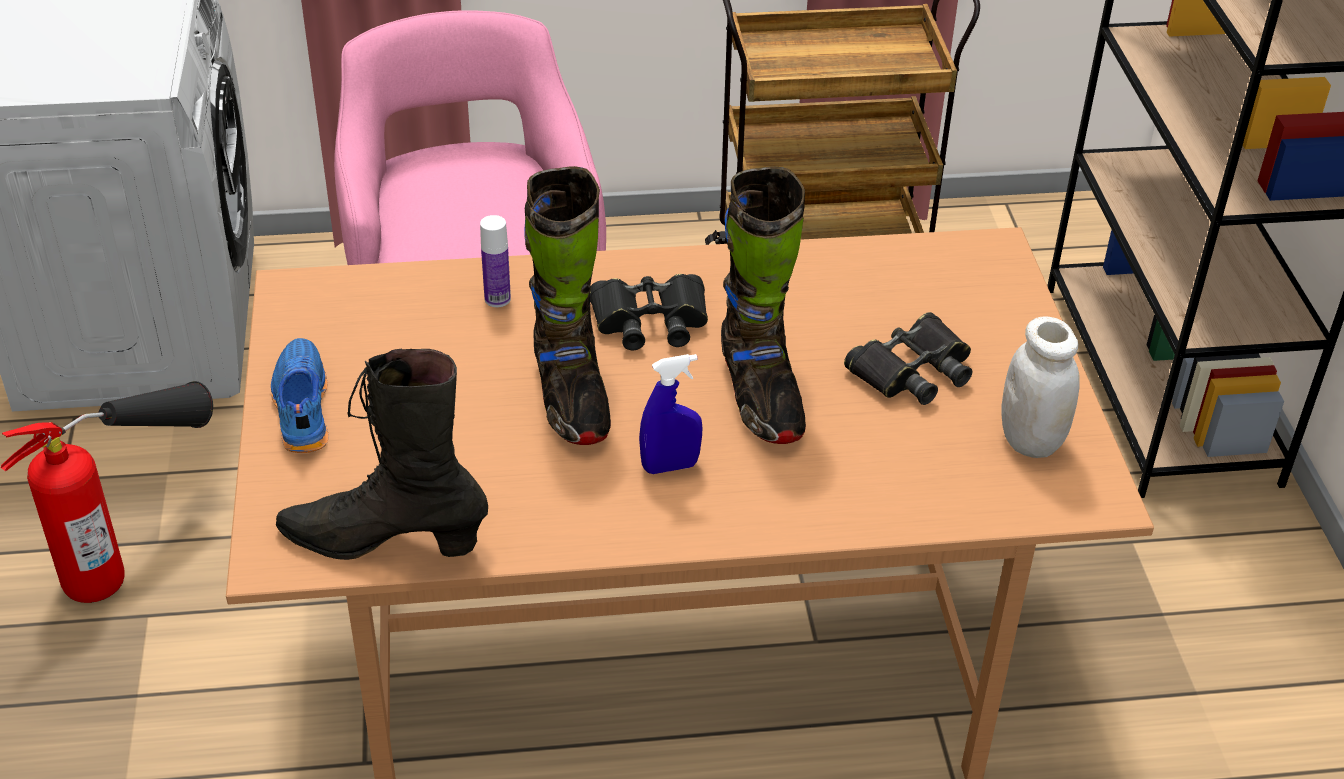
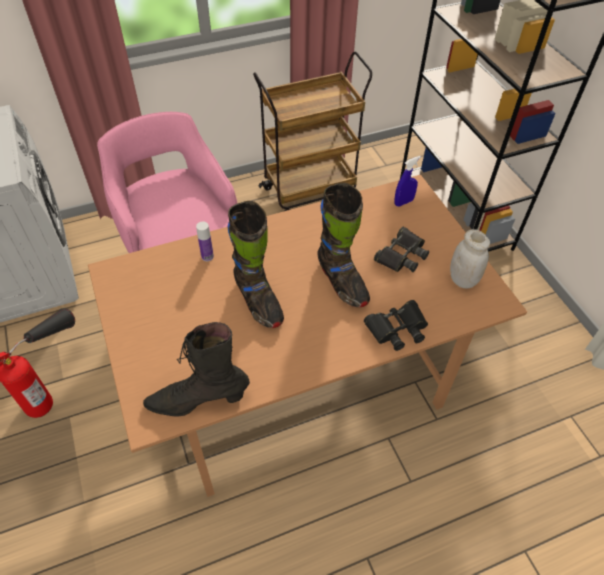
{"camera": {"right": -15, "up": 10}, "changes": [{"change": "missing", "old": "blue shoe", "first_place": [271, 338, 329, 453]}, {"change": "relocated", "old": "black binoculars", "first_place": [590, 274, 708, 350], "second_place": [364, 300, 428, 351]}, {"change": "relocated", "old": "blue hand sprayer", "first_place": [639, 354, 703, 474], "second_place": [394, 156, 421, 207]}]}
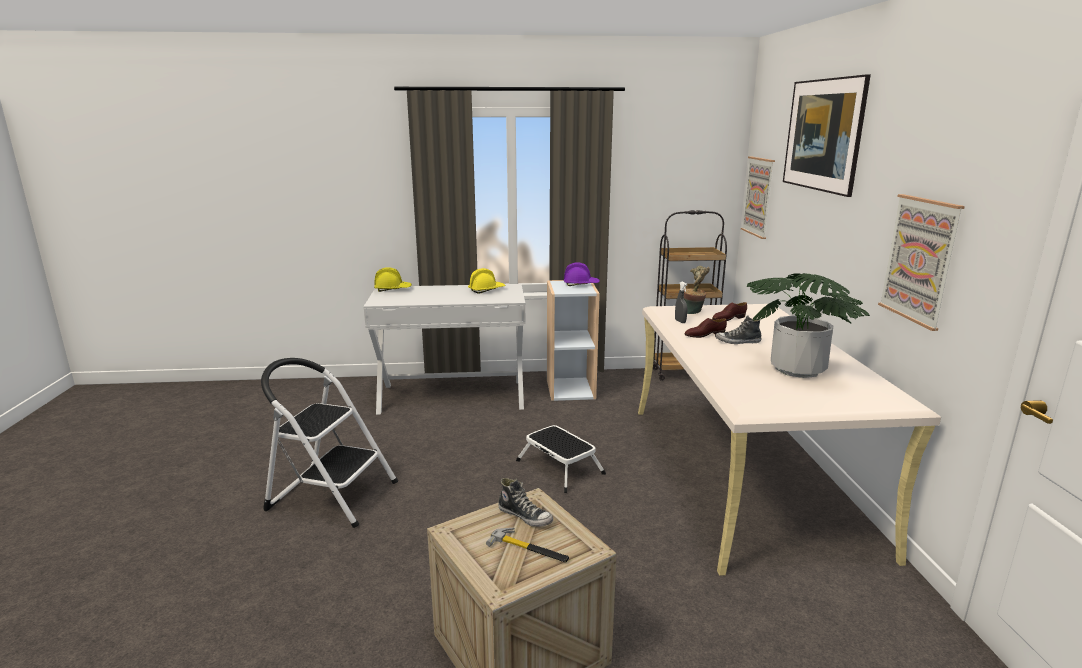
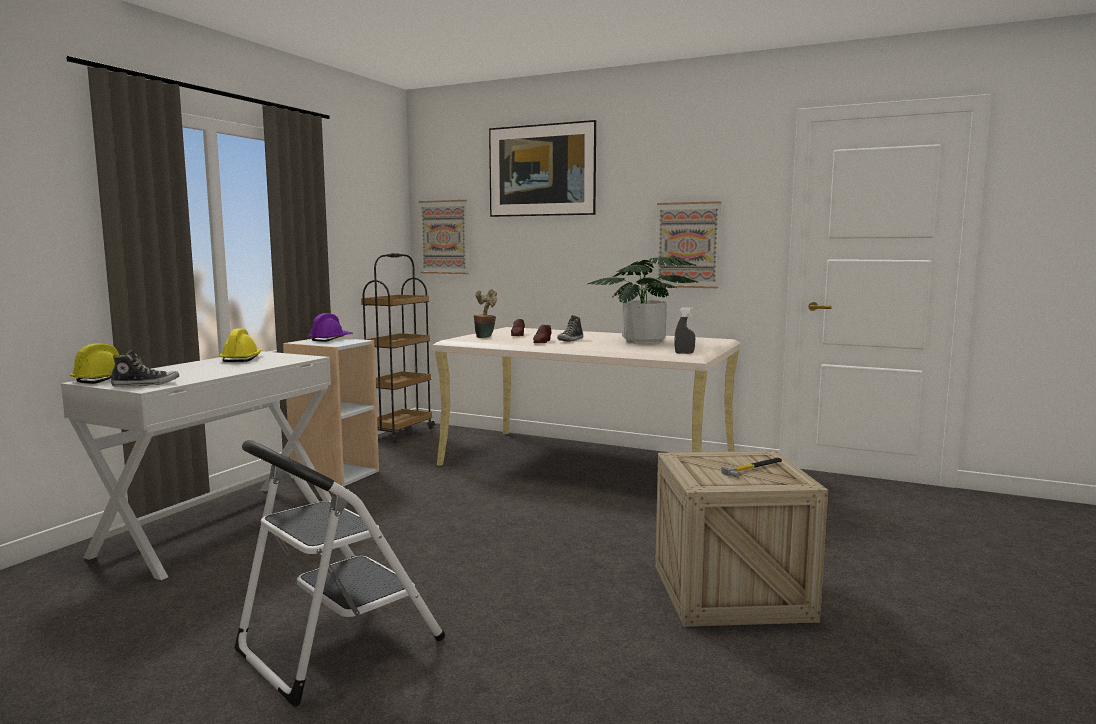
{"camera": {"right": -60, "up": -10}, "changes": [{"change": "relocated", "old": "shoe", "first_place": [498, 478, 553, 527], "second_place": [111, 350, 179, 387]}, {"change": "missing", "old": "black step stool", "first_place": [516, 425, 606, 493]}, {"change": "relocated", "old": "greyish hand sprayer", "first_place": [675, 282, 688, 323], "second_place": [675, 307, 695, 354]}]}
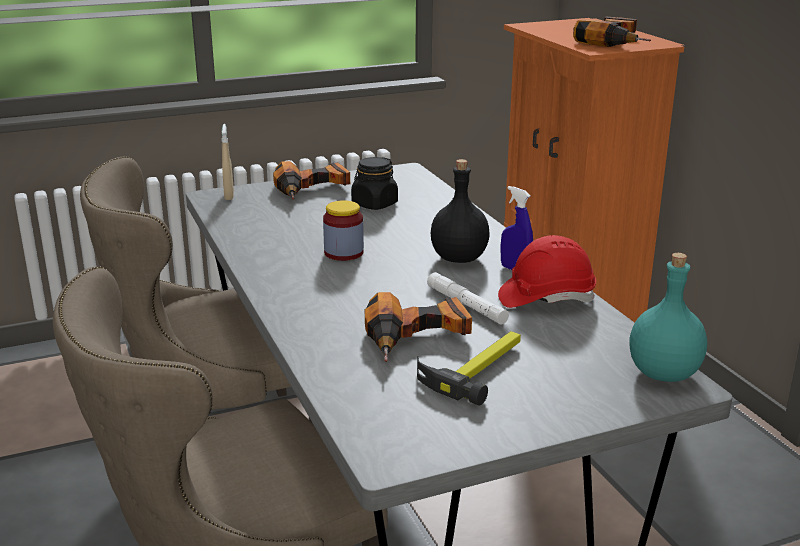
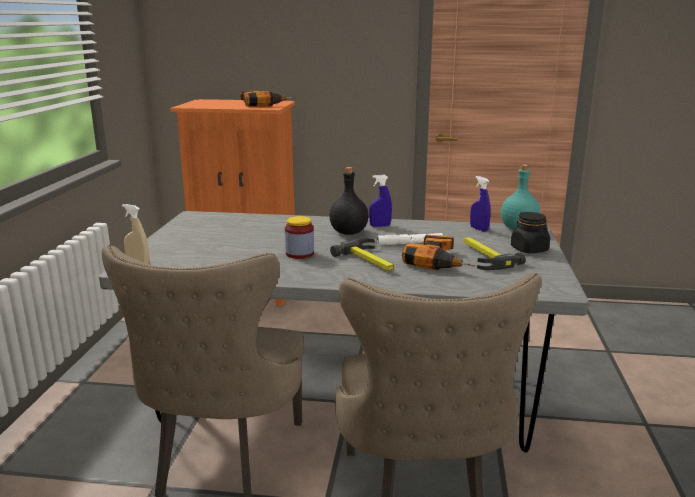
{"camera": {"right": -60, "up": -5}, "changes": [{"change": "missing", "old": "electric drill", "first_place": [273, 161, 350, 199]}, {"change": "relocated", "old": "black storage jar", "first_place": [351, 157, 398, 210], "second_place": [511, 212, 550, 253]}, {"change": "missing", "old": "red hard hat", "first_place": [498, 235, 596, 308]}, {"change": "appeared", "new": "hand hammer", "second_place": [330, 238, 394, 271]}, {"change": "appeared", "new": "blue hand sprayer", "second_place": [470, 176, 491, 232]}]}
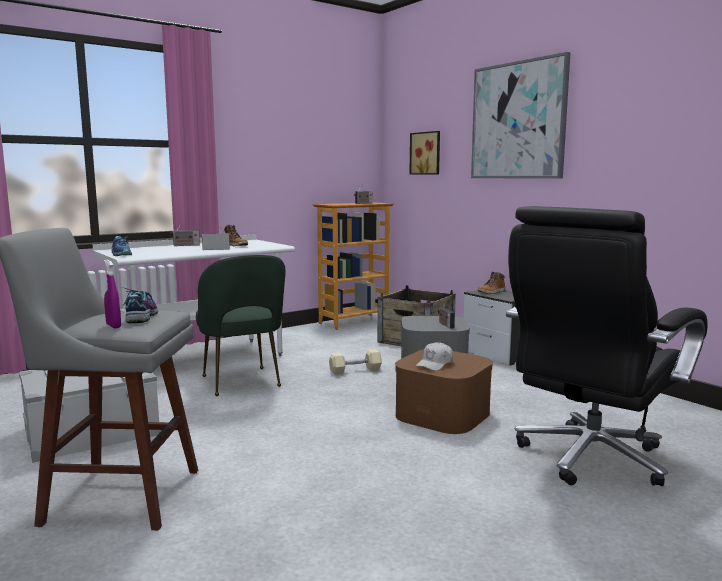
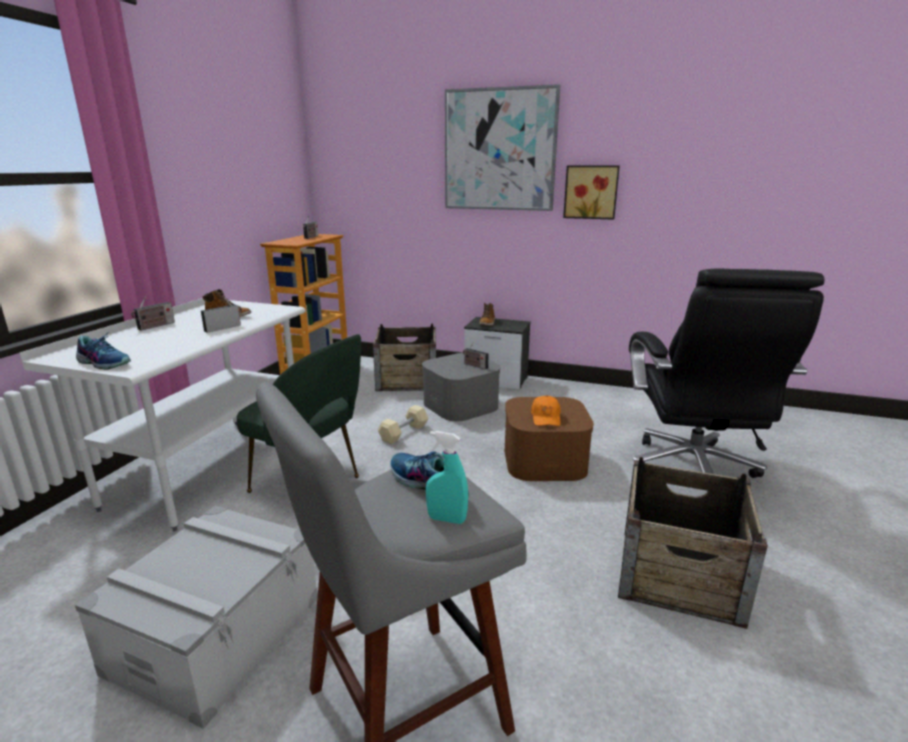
{"camera": {"right": -35, "up": 10}, "changes": [{"change": "colour", "old": "purplish hand sprayer", "new": "turquoise hand sprayer", "first_place": [104, 260, 121, 328], "second_place": [426, 431, 468, 524]}, {"change": "relocated", "old": "picture", "first_place": [409, 131, 440, 175], "second_place": [563, 166, 620, 220]}, {"change": "colour", "old": "white-coloured peaked cap", "new": "orangey peaked cap", "first_place": [416, 342, 453, 371], "second_place": [531, 395, 561, 426]}, {"change": "appeared", "new": "crate", "second_place": [618, 457, 768, 629]}]}
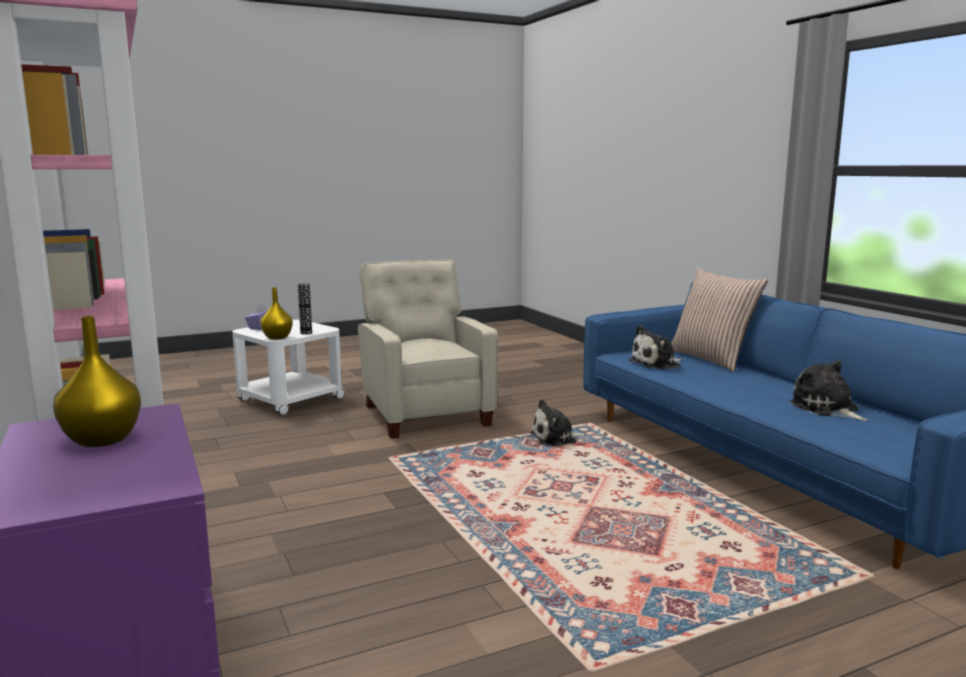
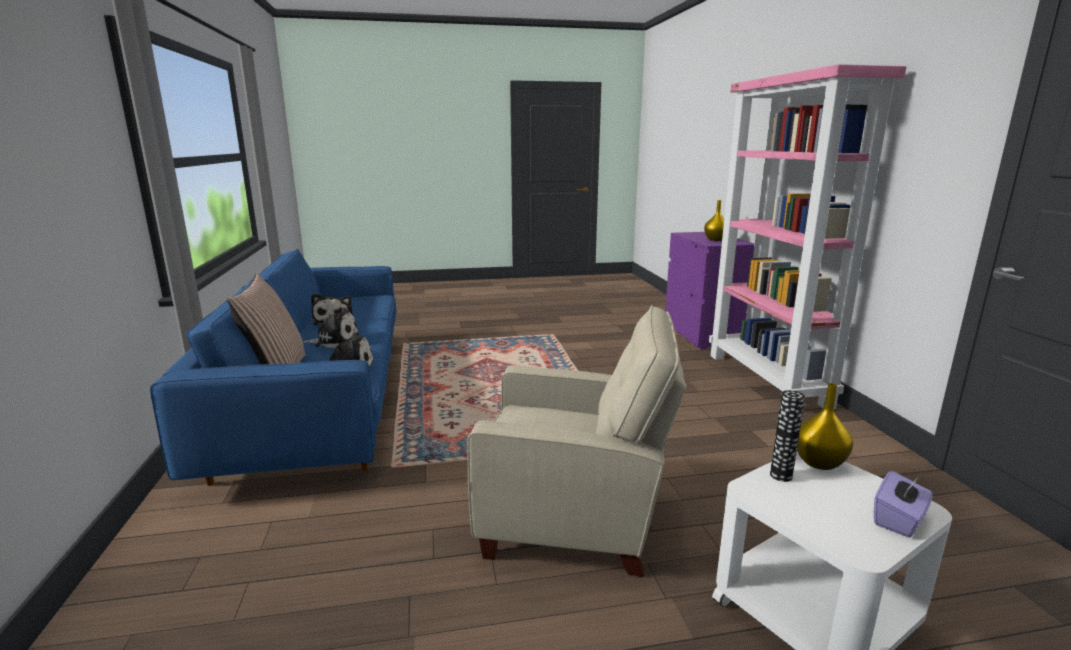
{"camera": {"right": -165, "up": 5}, "changes": [{"change": "spun", "old": "beige-coloured easy chair", "first_place": [358, 259, 498, 439], "second_place": [467, 305, 687, 577], "degrees": -75}, {"change": "relocated", "old": "cuddly toy", "first_place": [530, 399, 585, 447], "second_place": [303, 308, 359, 348]}]}
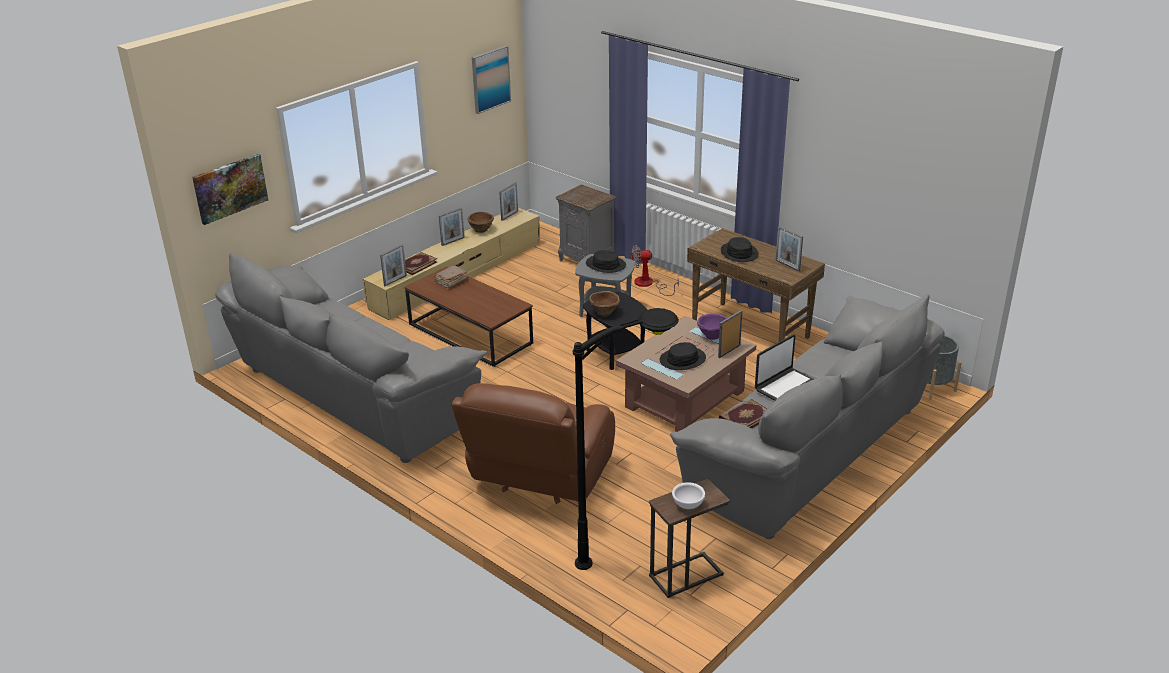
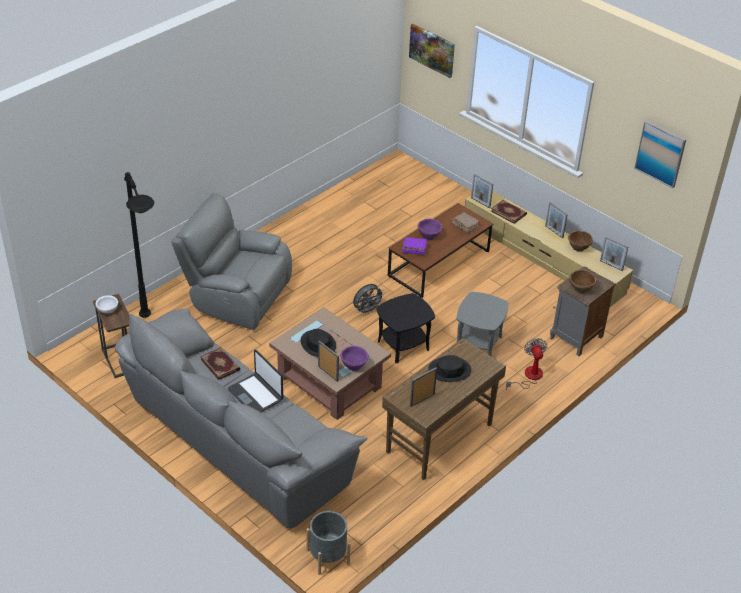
{"camera": {"right": 90, "up": 10}, "changes": [{"change": "missing", "old": "greyish sofa", "first_place": [215, 253, 487, 463]}, {"change": "colour", "old": "brown easy chair", "new": "greyish easy chair", "first_place": [452, 383, 615, 504], "second_place": [171, 193, 292, 330]}, {"change": "missing", "old": "black wearable hat", "first_place": [586, 250, 626, 273]}, {"change": "relocated", "old": "brown serving bowl", "first_place": [589, 291, 620, 317], "second_place": [569, 270, 597, 293]}, {"change": "appeared", "new": "greyish fan", "second_place": [353, 284, 385, 315]}, {"change": "appeared", "new": "purplish volume", "second_place": [402, 237, 427, 255]}, {"change": "appeared", "new": "purplish serving bowl", "second_place": [417, 218, 442, 240]}]}
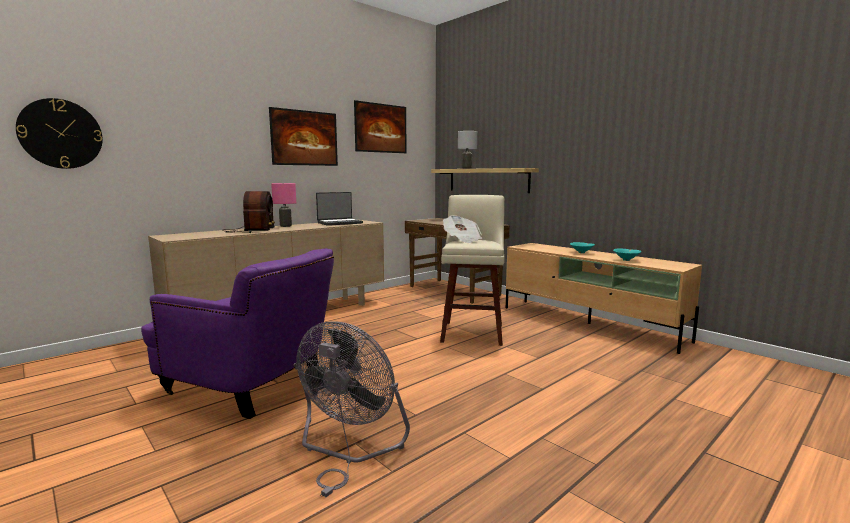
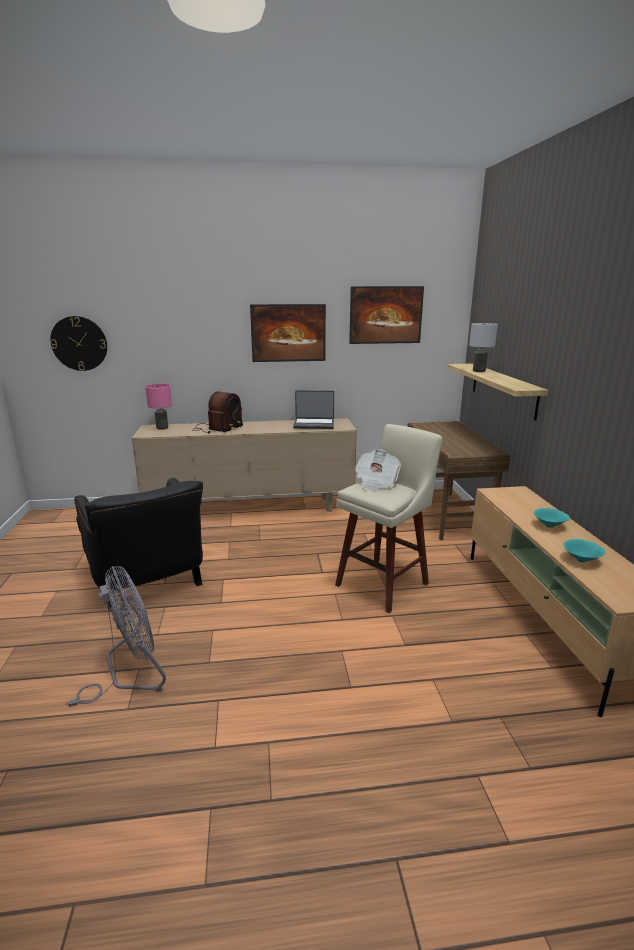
{"camera": {"right": 35, "up": 10}, "changes": [{"change": "colour", "old": "purplish easy chair", "new": "black easy chair", "first_place": [141, 249, 334, 419], "second_place": [74, 478, 203, 608]}, {"change": "relocated", "old": "pink lamp for a table", "first_place": [271, 182, 296, 227], "second_place": [145, 384, 172, 430]}]}
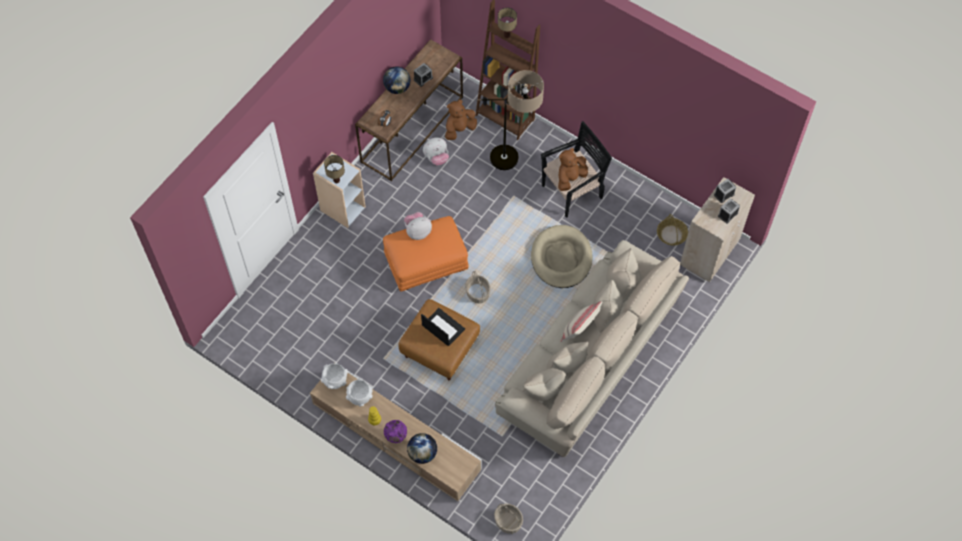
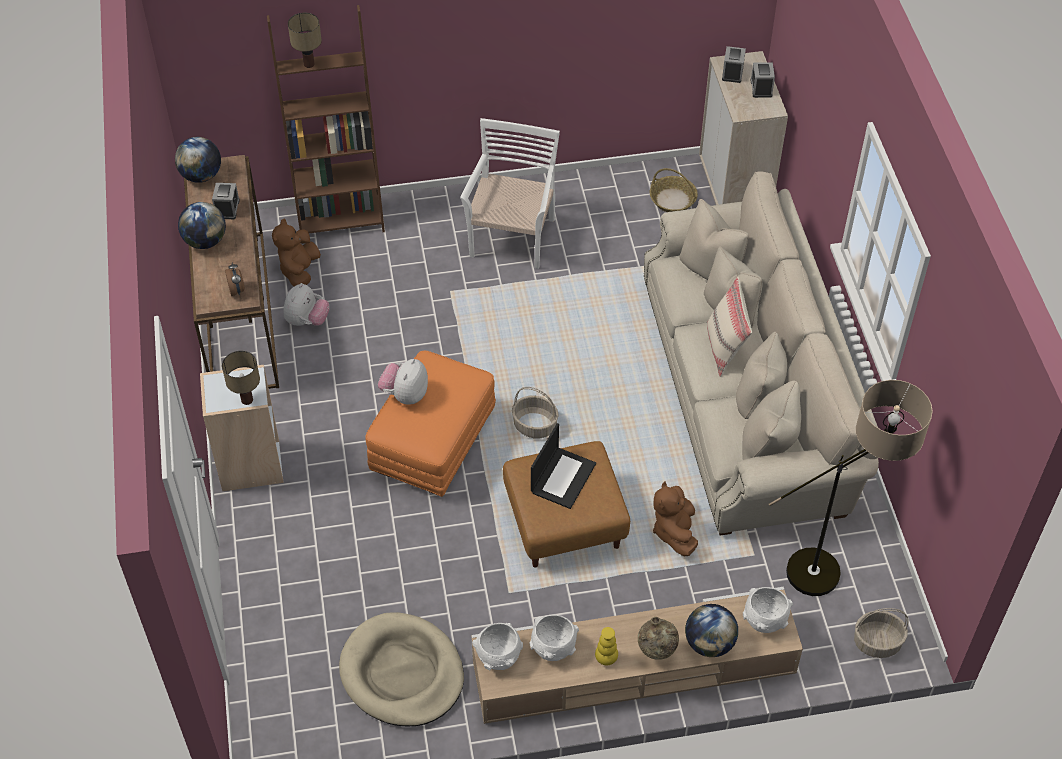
{"camera": {"right": -45, "up": -10}, "changes": [{"change": "colour", "old": "purplish flower vase", "new": "beige-coloured flower vase", "first_place": [384, 420, 407, 443], "second_place": [638, 617, 679, 660]}, {"change": "spun", "old": "portable computer", "first_place": [421, 308, 465, 346], "second_place": [531, 423, 596, 509], "degrees": 120}, {"change": "relocated", "old": "standing lamp", "first_place": [477, 70, 544, 170], "second_place": [769, 380, 933, 596]}, {"change": "relocated", "old": "beige-coloured dog bed", "first_place": [531, 225, 592, 288], "second_place": [339, 612, 464, 727]}, {"change": "colour", "old": "black easy chair", "new": "white-coloured easy chair", "first_place": [541, 121, 612, 218], "second_place": [461, 118, 560, 269]}, {"change": "relocated", "old": "brown cuddly toy", "first_place": [558, 148, 588, 191], "second_place": [653, 481, 698, 556]}, {"change": "appeared", "new": "desk globe", "second_place": [175, 137, 221, 183]}, {"change": "appeared", "new": "white-coloured serving bowl", "second_place": [743, 587, 793, 633]}]}
